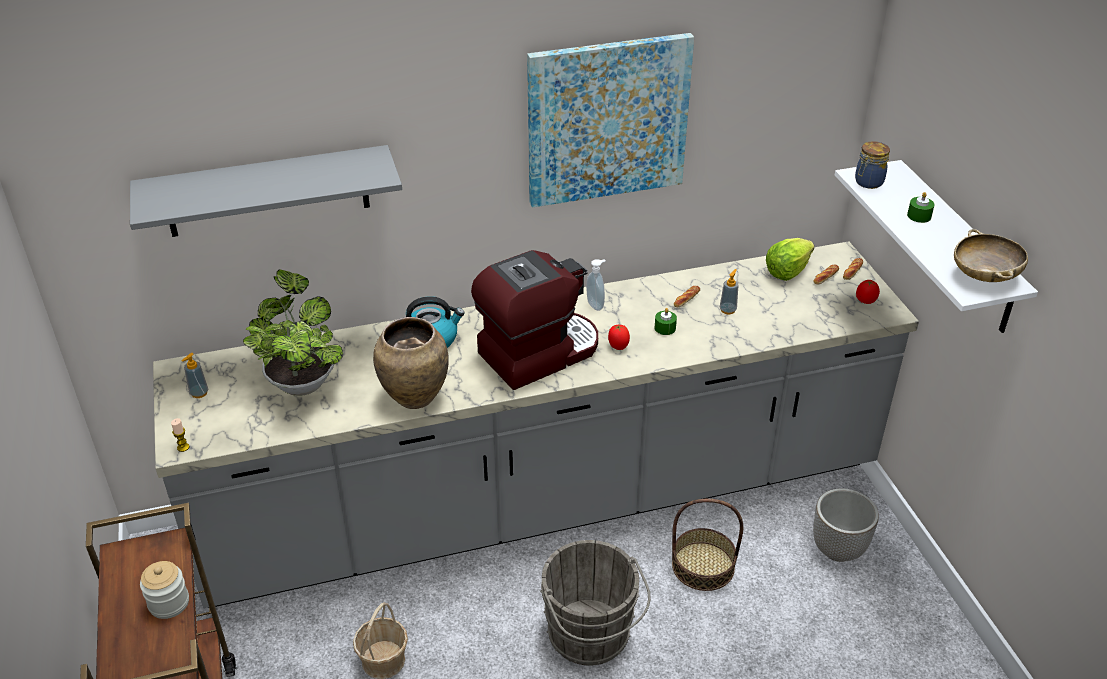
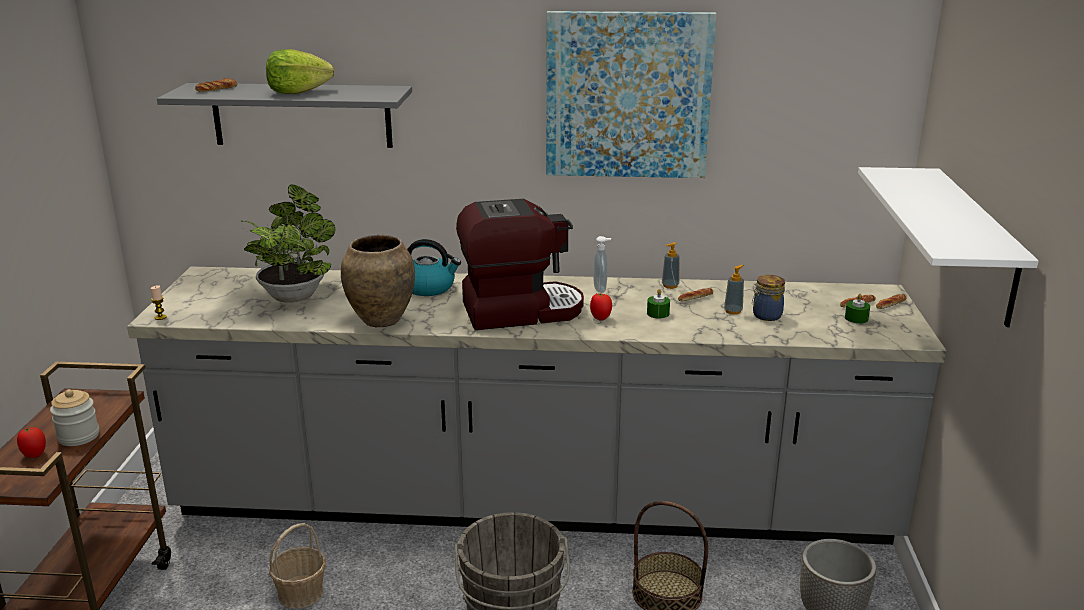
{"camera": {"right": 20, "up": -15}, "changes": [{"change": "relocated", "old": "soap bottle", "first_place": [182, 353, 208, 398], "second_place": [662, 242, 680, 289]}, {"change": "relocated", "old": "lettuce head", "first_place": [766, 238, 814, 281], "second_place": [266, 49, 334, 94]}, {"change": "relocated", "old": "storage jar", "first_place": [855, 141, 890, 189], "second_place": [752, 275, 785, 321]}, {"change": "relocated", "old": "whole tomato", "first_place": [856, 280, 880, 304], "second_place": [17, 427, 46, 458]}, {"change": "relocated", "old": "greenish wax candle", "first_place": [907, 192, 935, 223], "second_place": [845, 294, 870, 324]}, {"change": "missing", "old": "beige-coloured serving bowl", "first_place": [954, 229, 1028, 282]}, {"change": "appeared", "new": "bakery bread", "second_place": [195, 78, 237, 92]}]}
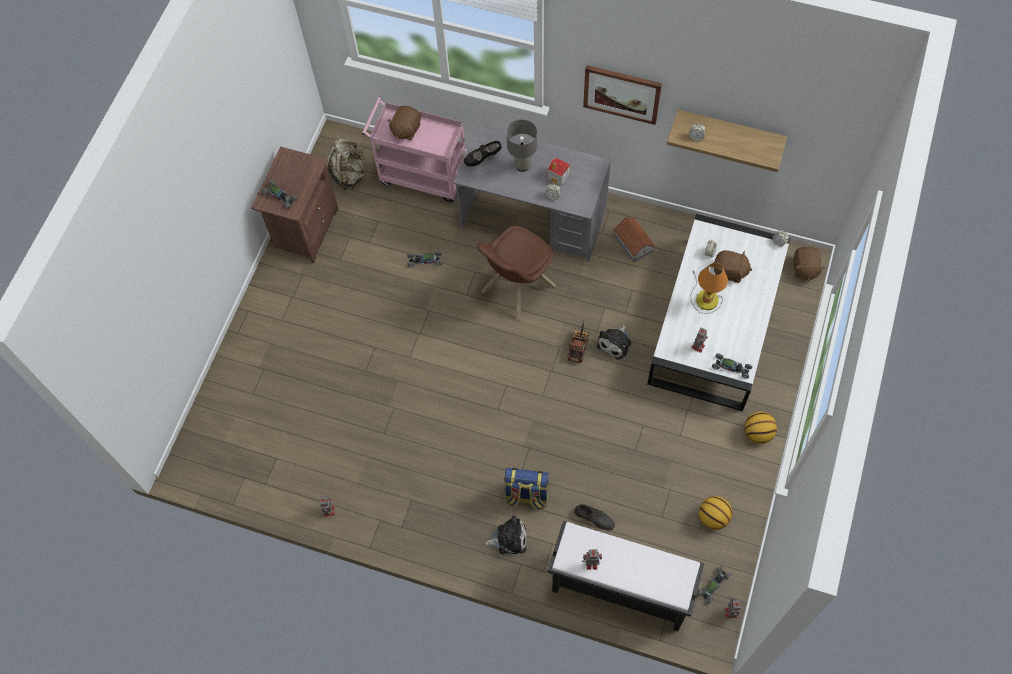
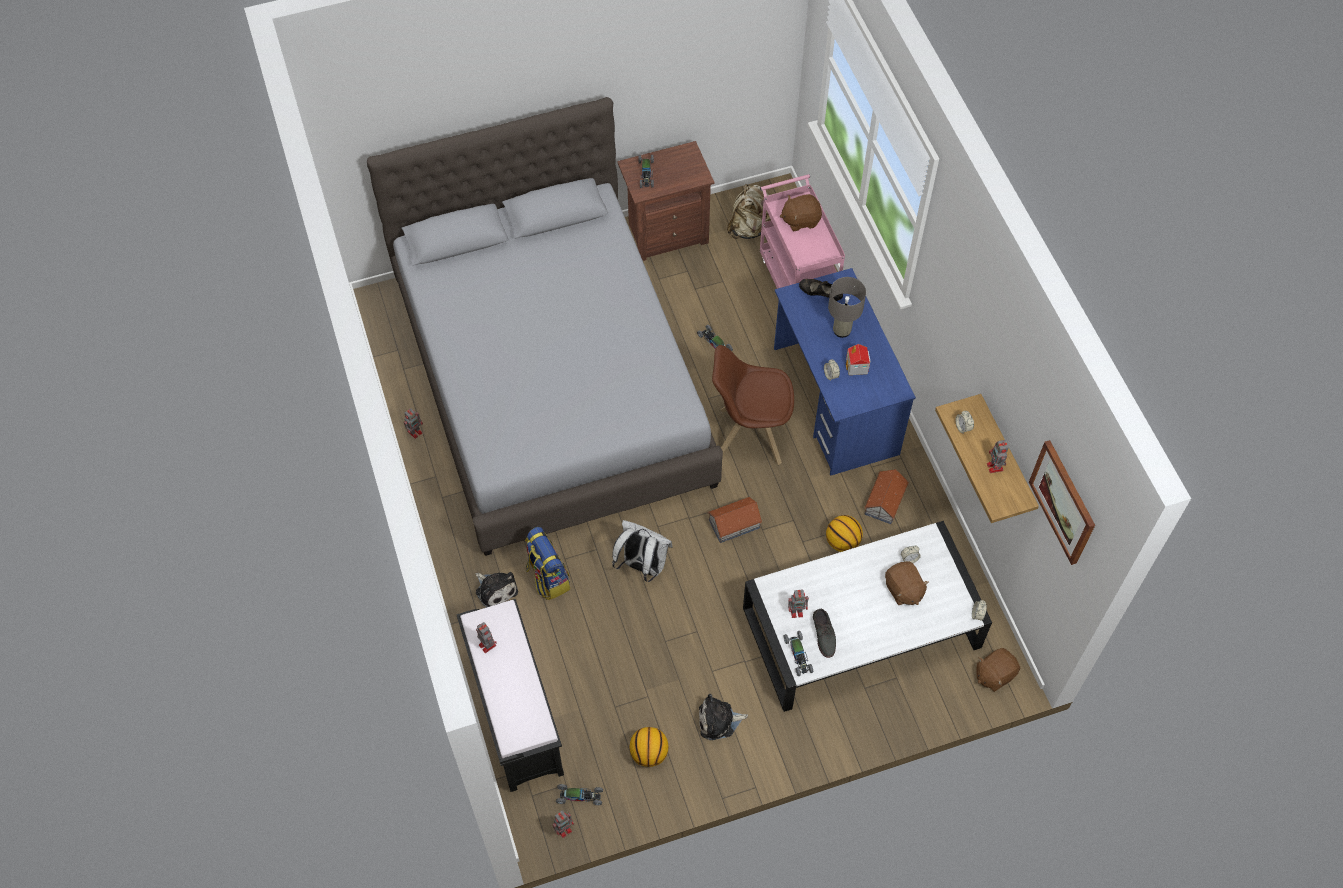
{"camera": {"right": 50, "up": -5}, "changes": [{"change": "colour", "old": "greyish desk table", "new": "blue desk table", "first_place": [454, 125, 611, 262], "second_place": [774, 268, 916, 476]}, {"change": "exchanged", "old": "model truck", "new": "model house", "first_place": [567, 321, 589, 363], "second_place": [707, 497, 762, 543]}, {"change": "relocated", "old": "greyish shoe", "first_place": [574, 504, 615, 530], "second_place": [813, 609, 836, 658]}, {"change": "relocated", "old": "picture", "first_place": [583, 65, 662, 125], "second_place": [1029, 440, 1095, 565]}, {"change": "relocated", "old": "cuddly toy", "first_place": [597, 324, 631, 360], "second_place": [699, 694, 748, 740]}, {"change": "missing", "old": "lamp for a table", "first_place": [691, 262, 728, 314]}, {"change": "relocated", "old": "basketball", "first_place": [744, 412, 777, 444], "second_place": [826, 515, 863, 552]}, {"change": "appeared", "new": "greyish bed", "second_place": [367, 97, 723, 556]}, {"change": "appeared", "new": "white-coloured backpack", "second_place": [612, 520, 673, 582]}, {"change": "appeared", "new": "robot figure", "second_place": [987, 440, 1009, 473]}]}
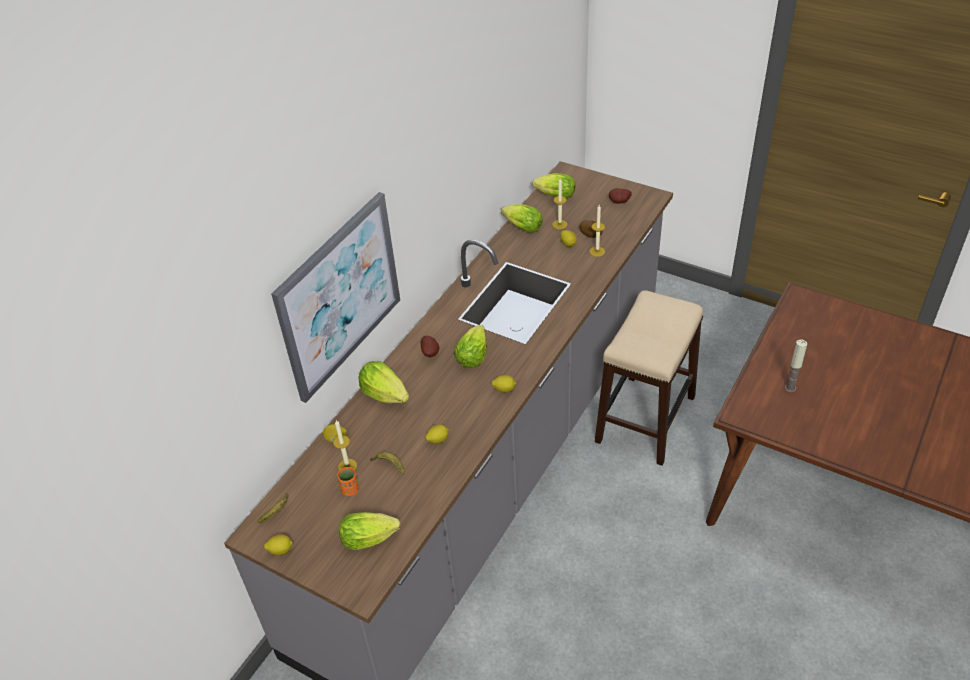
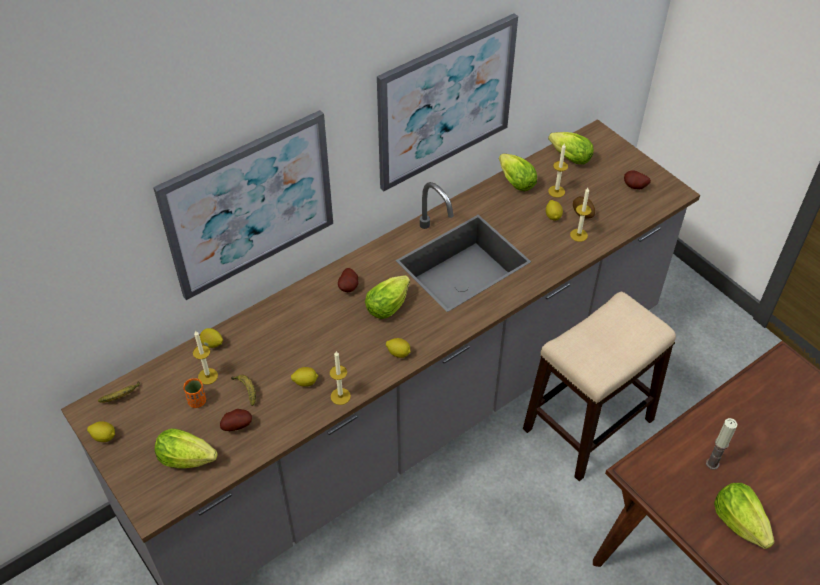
{"camera": {"right": 20, "up": 5}, "changes": [{"change": "relocated", "old": "lettuce head", "first_place": [358, 361, 409, 403], "second_place": [714, 483, 775, 549]}, {"change": "appeared", "new": "potato", "second_place": [220, 409, 252, 431]}, {"change": "appeared", "new": "wax candle", "second_place": [329, 351, 351, 405]}, {"change": "appeared", "new": "picture", "second_place": [377, 13, 518, 191]}]}
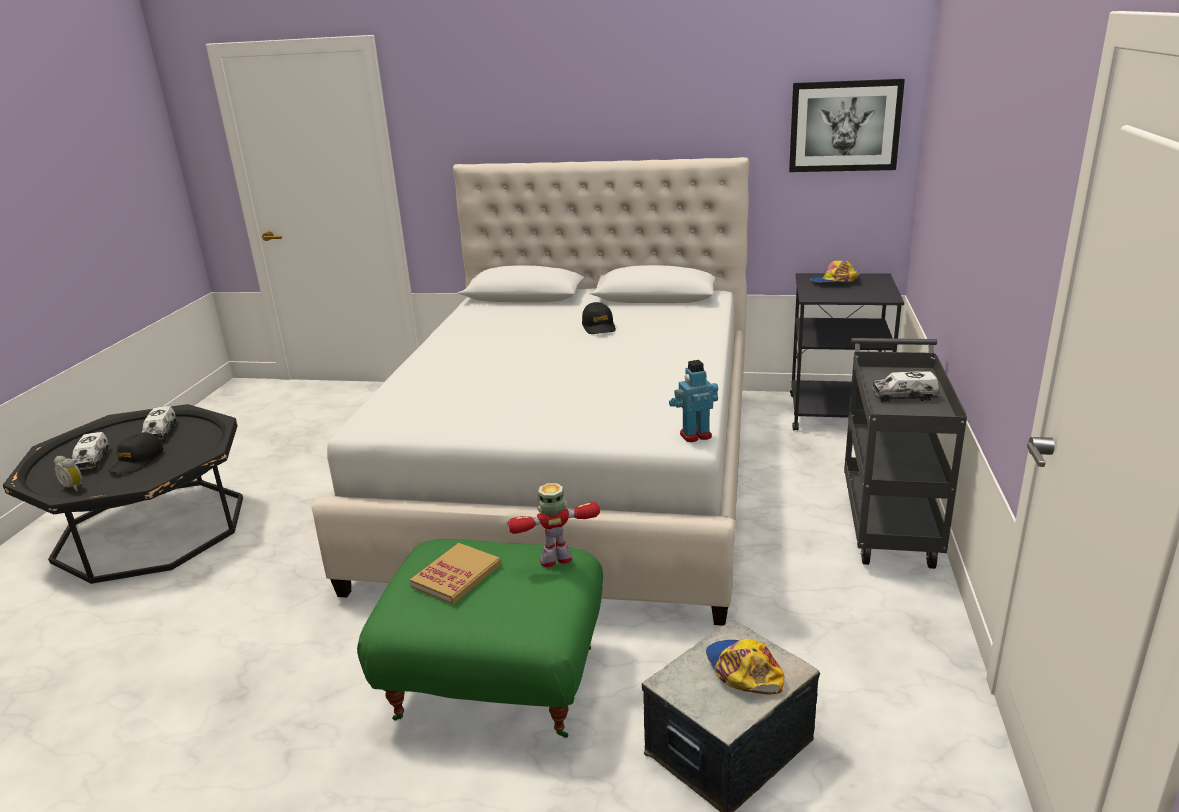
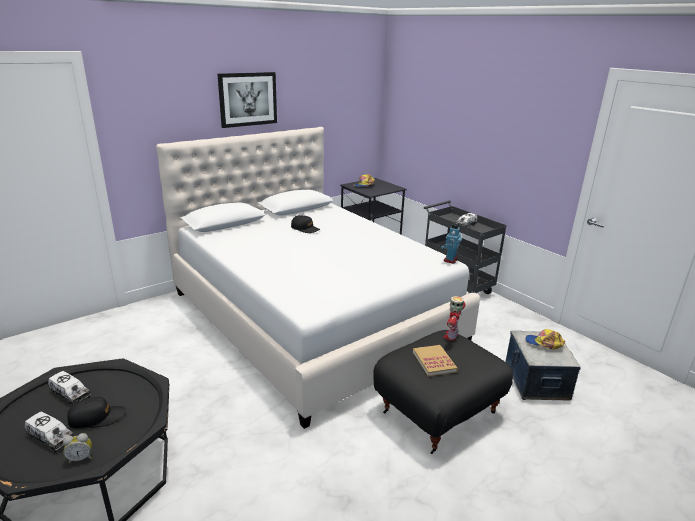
{"camera": {"right": -50, "up": 0}, "changes": [{"change": "spun", "old": "black peaked cap", "first_place": [108, 433, 164, 473], "second_place": [67, 397, 126, 429], "degrees": -75}, {"change": "colour", "old": "greenish pouffe", "new": "black pouffe", "first_place": [357, 539, 603, 738], "second_place": [373, 330, 513, 454]}, {"change": "relocated", "old": "picture", "first_place": [789, 79, 905, 172], "second_place": [217, 72, 277, 128]}]}
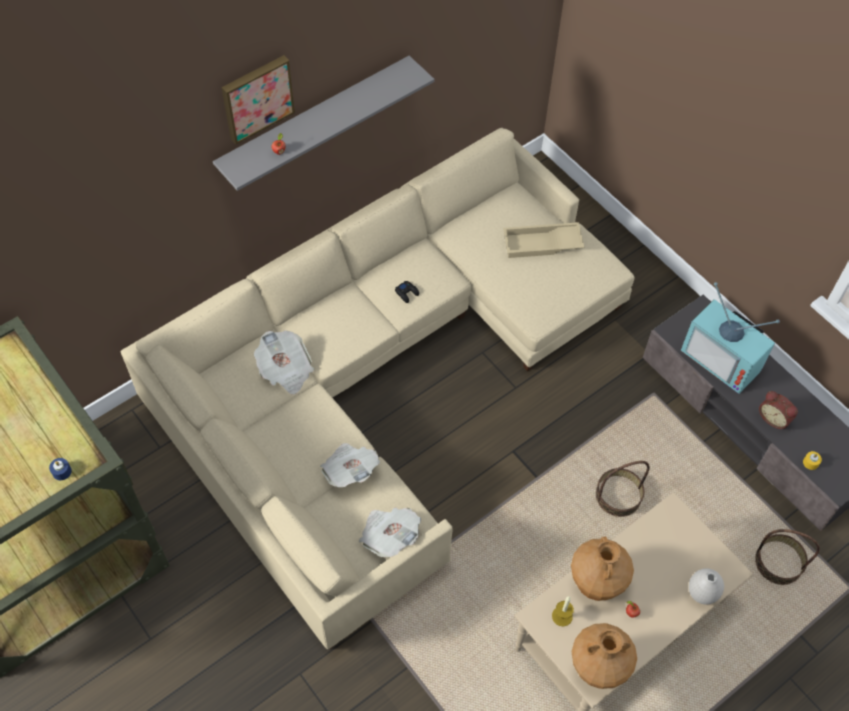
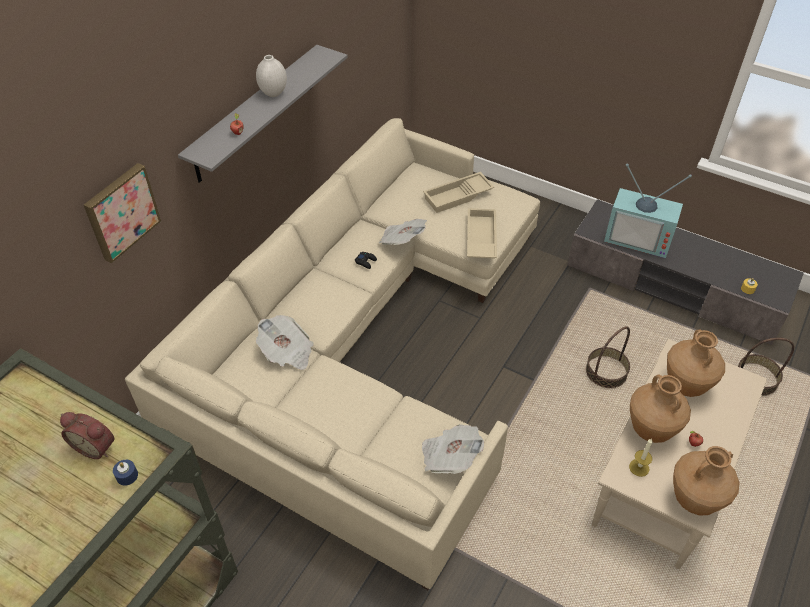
{"camera": {"right": -20, "up": -10}, "changes": [{"change": "relocated", "old": "picture", "first_place": [221, 55, 295, 144], "second_place": [84, 163, 161, 264]}, {"change": "relocated", "old": "printed paper", "first_place": [320, 443, 380, 487], "second_place": [379, 219, 427, 245]}, {"change": "relocated", "old": "white-coloured flower vase", "first_place": [689, 569, 724, 605], "second_place": [256, 55, 287, 97]}, {"change": "relocated", "old": "table clock", "first_place": [759, 391, 798, 429], "second_place": [60, 412, 114, 459]}, {"change": "appeared", "new": "beige-coloured tray", "second_place": [467, 208, 497, 258]}, {"change": "appeared", "new": "brown flower vase", "second_place": [667, 329, 725, 397]}]}
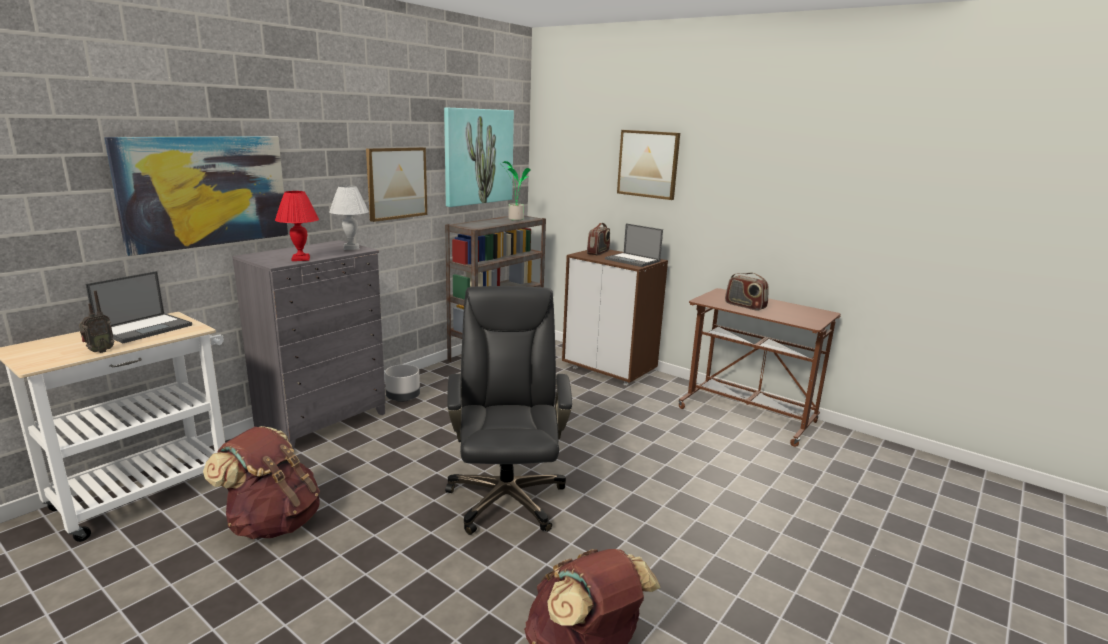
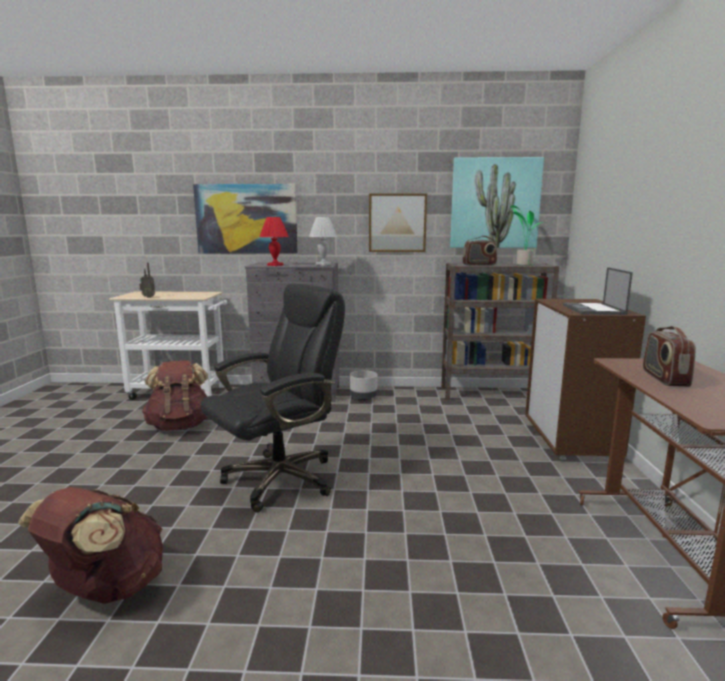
{"camera": {"right": 55, "up": -5}, "changes": [{"change": "missing", "old": "portable computer", "first_place": [85, 271, 192, 343]}, {"change": "relocated", "old": "radio receiver", "first_place": [587, 223, 610, 255], "second_place": [462, 236, 497, 265]}, {"change": "missing", "old": "picture", "first_place": [617, 130, 680, 200]}]}
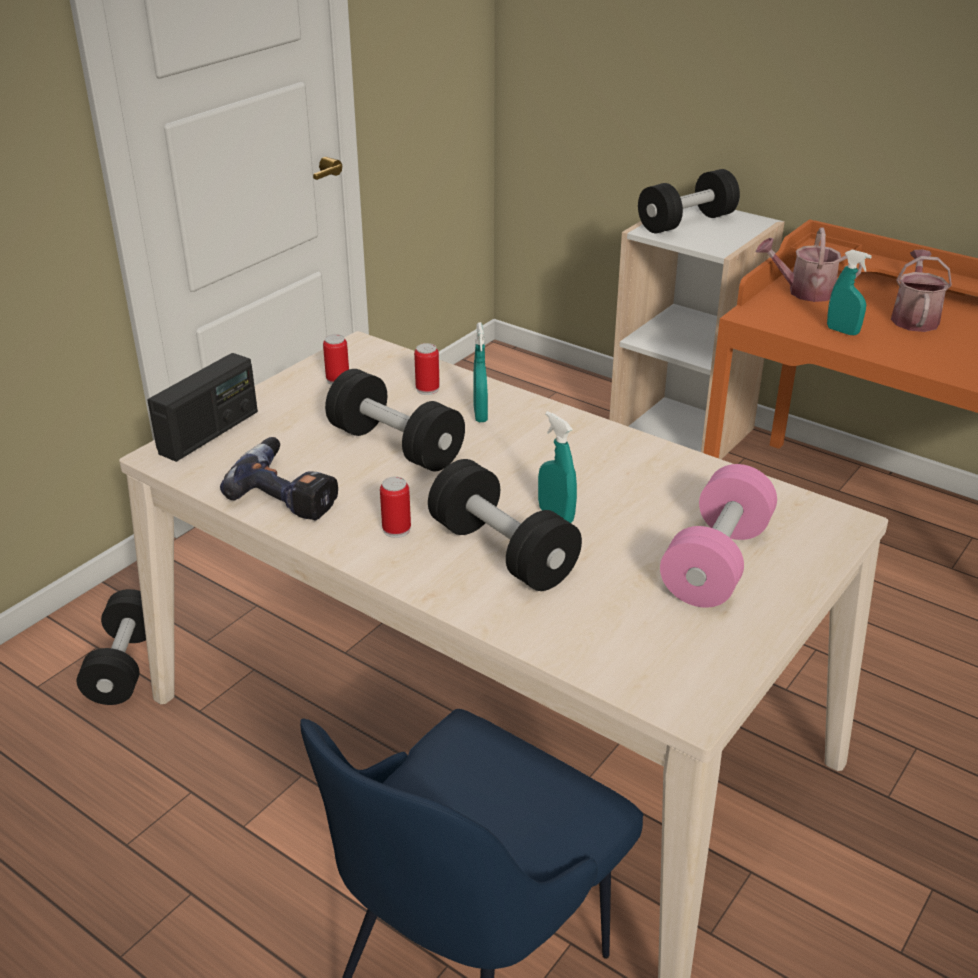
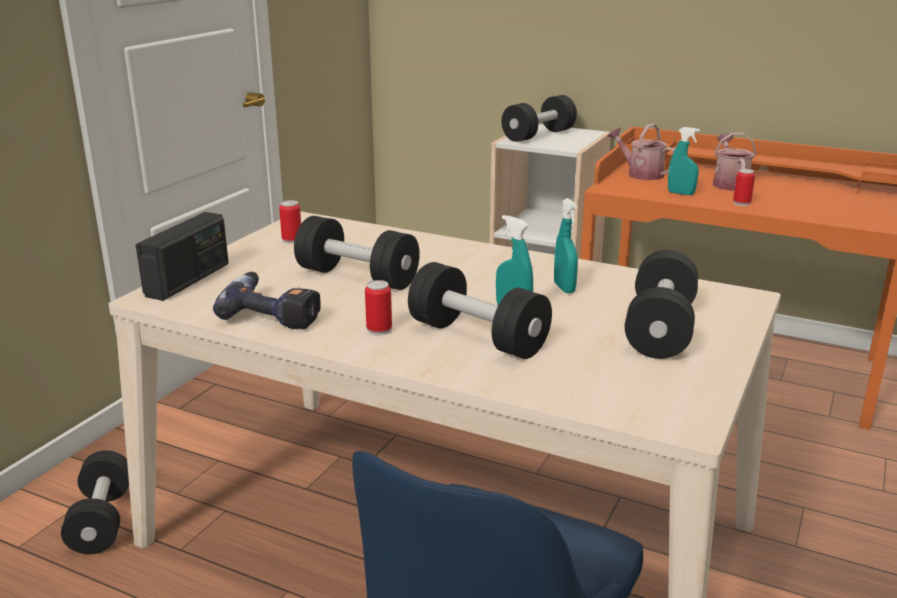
{"camera": {"right": -10, "up": -10}, "changes": [{"change": "relocated", "old": "sealed can", "first_place": [414, 343, 440, 395], "second_place": [733, 169, 755, 206]}, {"change": "relocated", "old": "turquoise hand sprayer", "first_place": [474, 322, 488, 422], "second_place": [554, 198, 578, 293]}, {"change": "colour", "old": "pink free weight", "new": "black free weight", "first_place": [660, 464, 777, 608], "second_place": [625, 250, 698, 359]}, {"change": "spun", "old": "watering pot", "first_place": [756, 227, 862, 302], "second_place": [607, 123, 675, 180], "degrees": 45}]}
